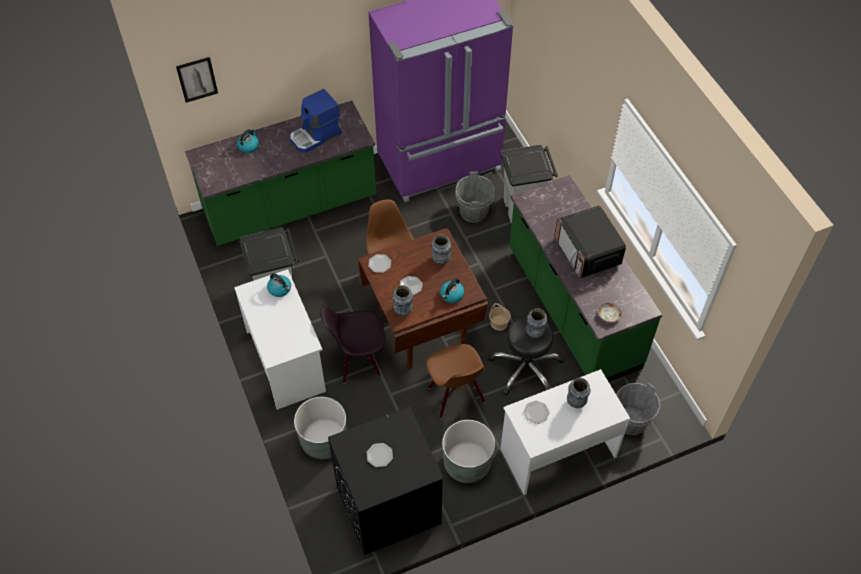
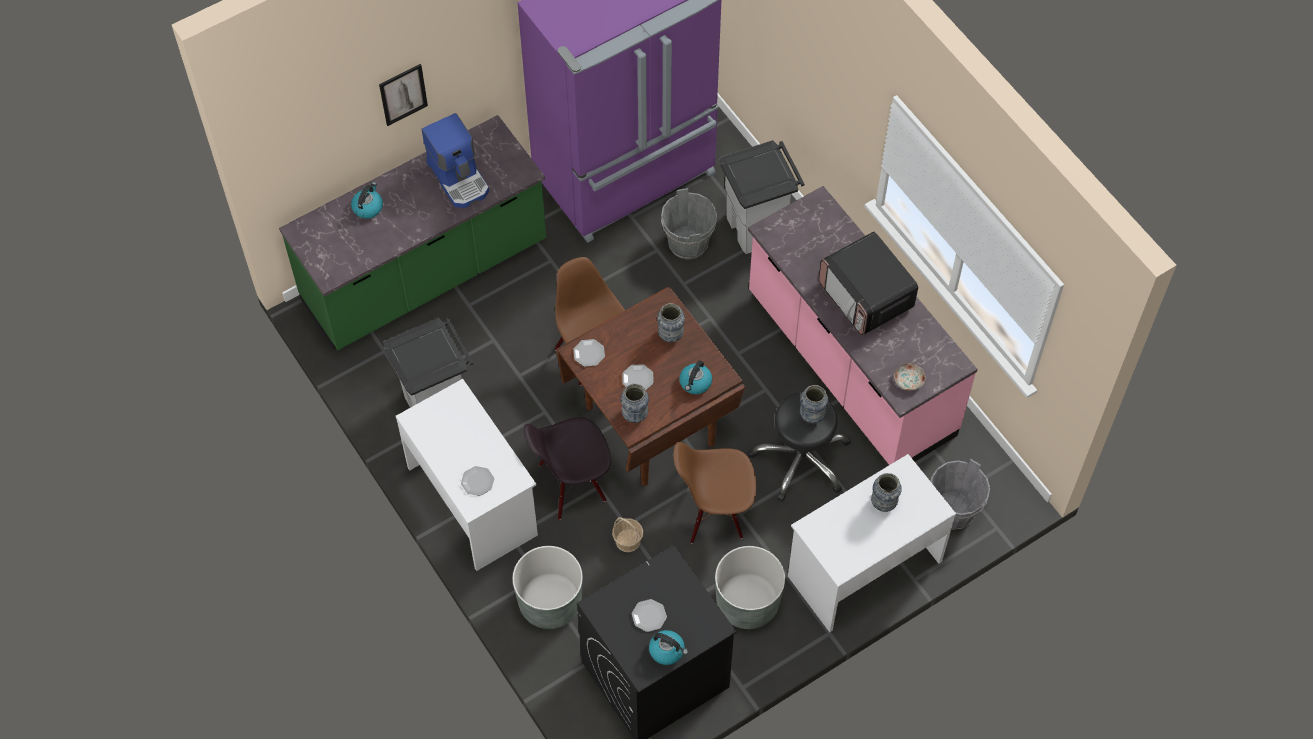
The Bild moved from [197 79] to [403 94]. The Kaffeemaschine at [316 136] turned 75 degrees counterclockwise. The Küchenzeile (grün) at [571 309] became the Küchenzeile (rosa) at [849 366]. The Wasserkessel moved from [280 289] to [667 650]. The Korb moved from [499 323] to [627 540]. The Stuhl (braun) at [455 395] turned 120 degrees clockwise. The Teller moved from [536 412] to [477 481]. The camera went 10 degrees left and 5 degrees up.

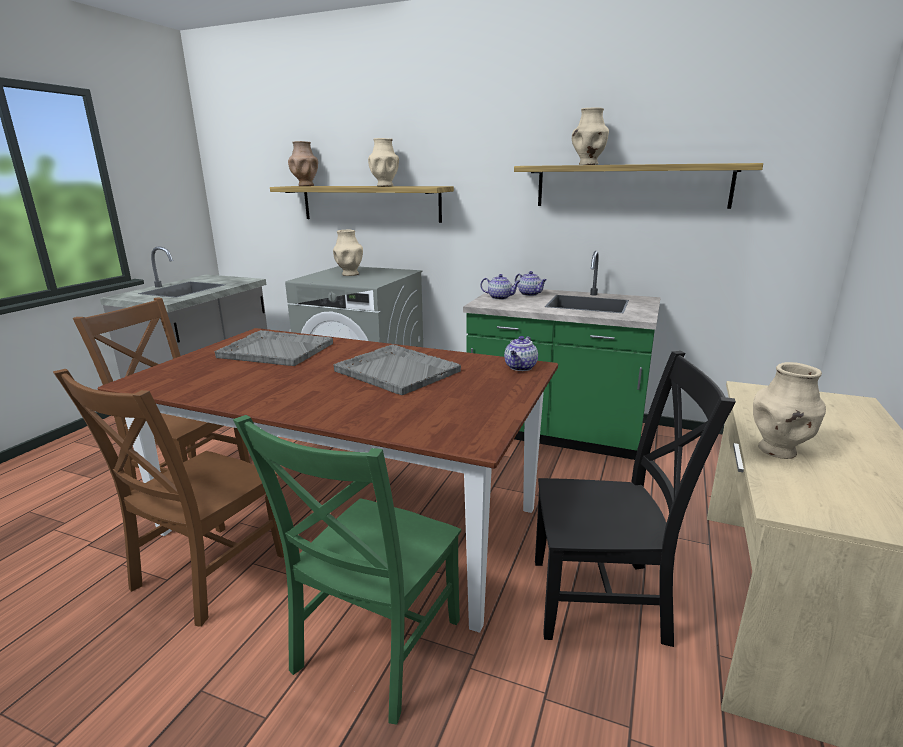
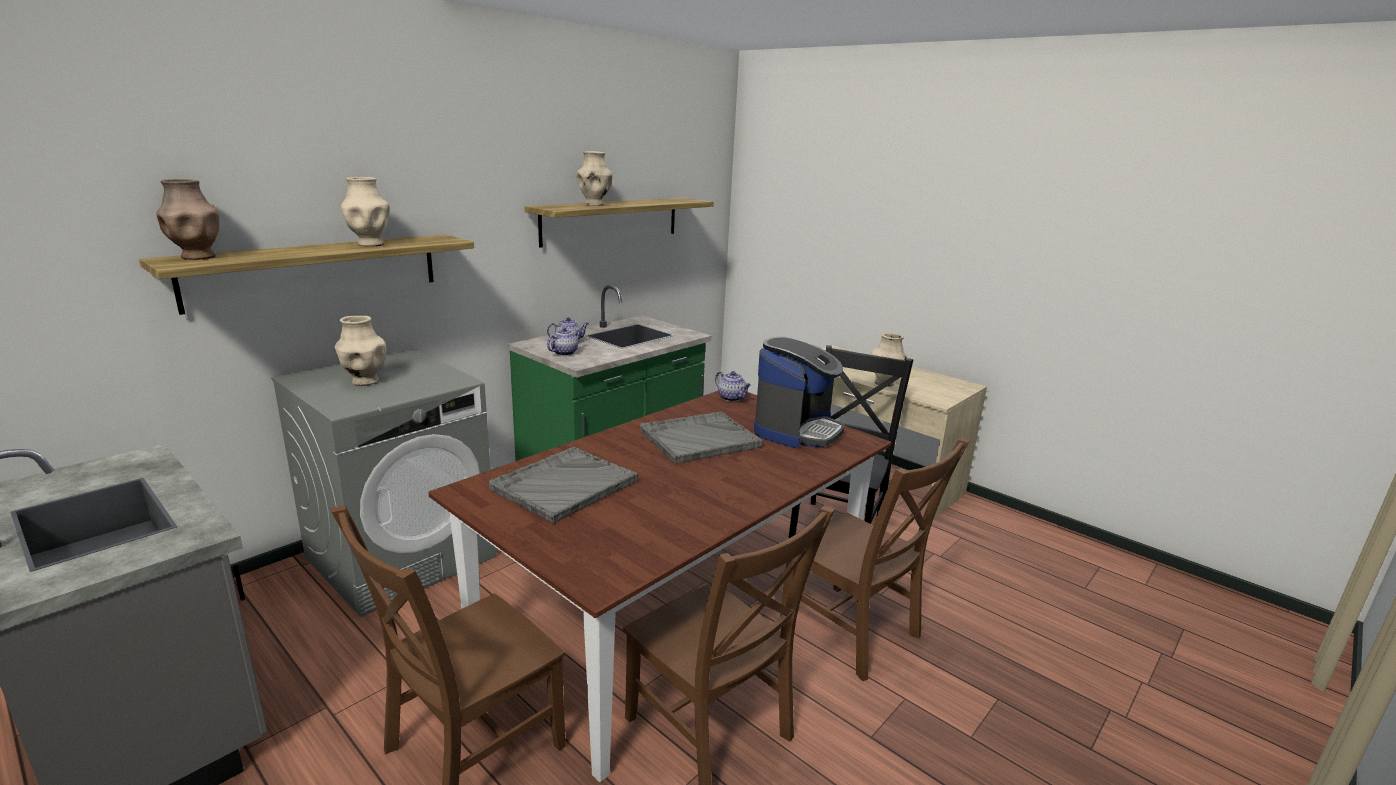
The Stuhl (grün) at [373 650] became the Stuhl (braun) at [853 633]. The Kaffeemaschine at [797 430] appeared. The camera went 70 degrees left and 0 degrees up.

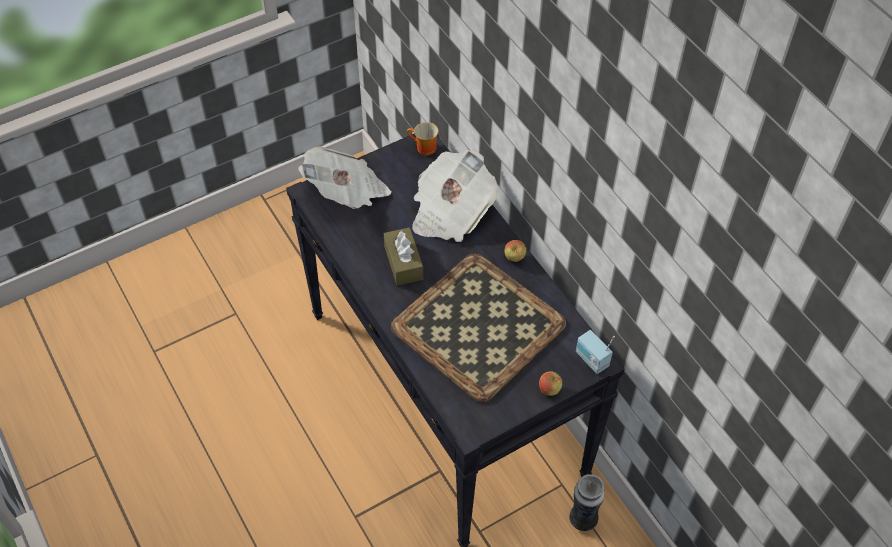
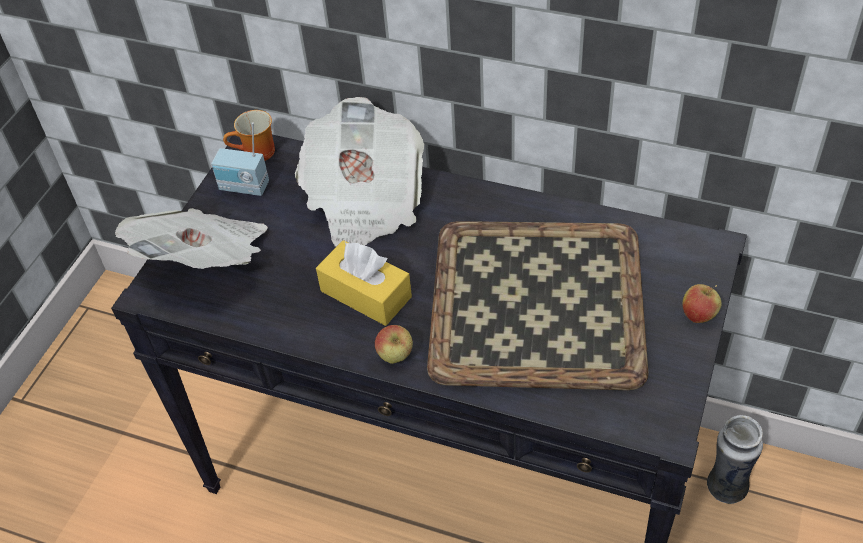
The Taschentuchbox (braun) at [403 263] became the Taschentuchbox (gelb) at [366 294]. The Apfel moved from [514 258] to [395 356]. The Radio moved from [591 360] to [244 188]. The camera went 35 degrees left and 5 degrees down.

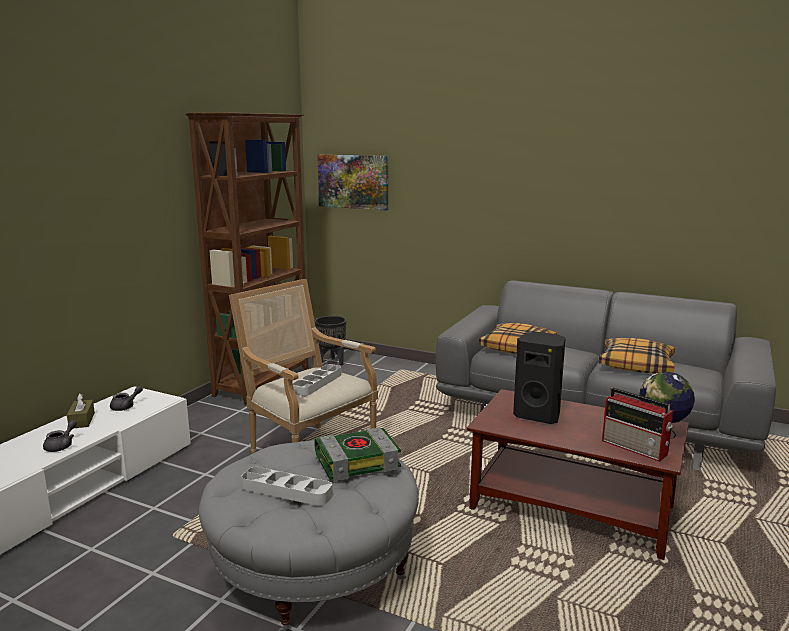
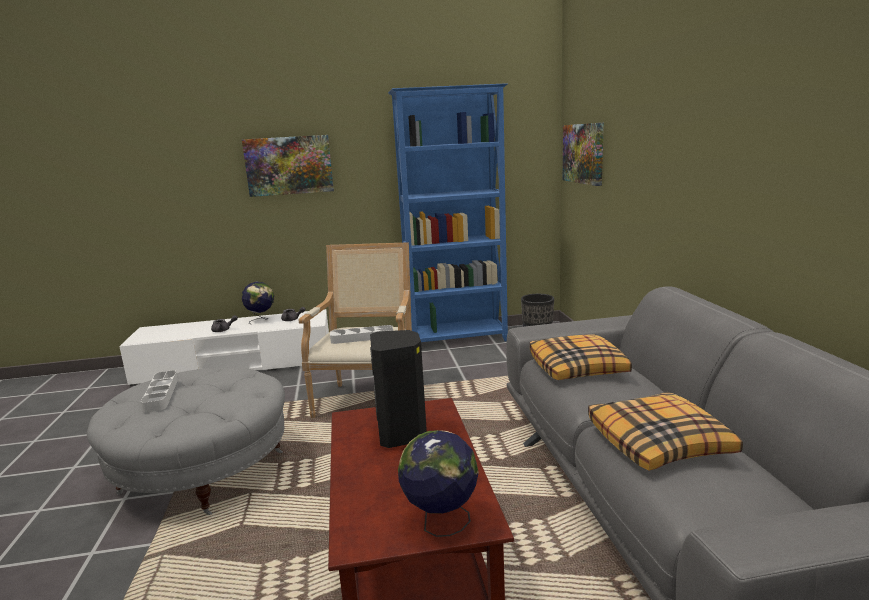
The Bücherregal (braun) at [264 382] became the Bücherregal (blau) at [458 339]. The Radio at [636 448] disappeared. The Taschentuchbox (braun) at [82 420] was replaced by the Globus at [261 320]. The Buch at [358 461] disappeared. The Bild at [289 165] appeared. The camera went 55 degrees right and 0 degrees up.

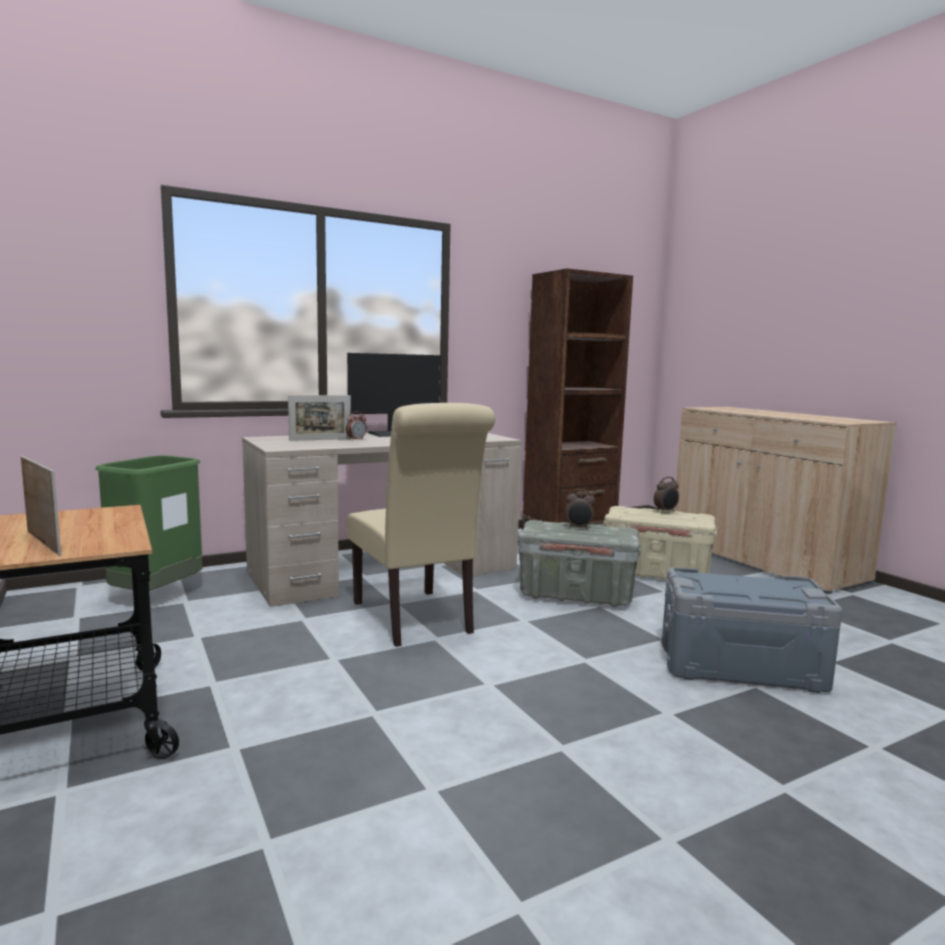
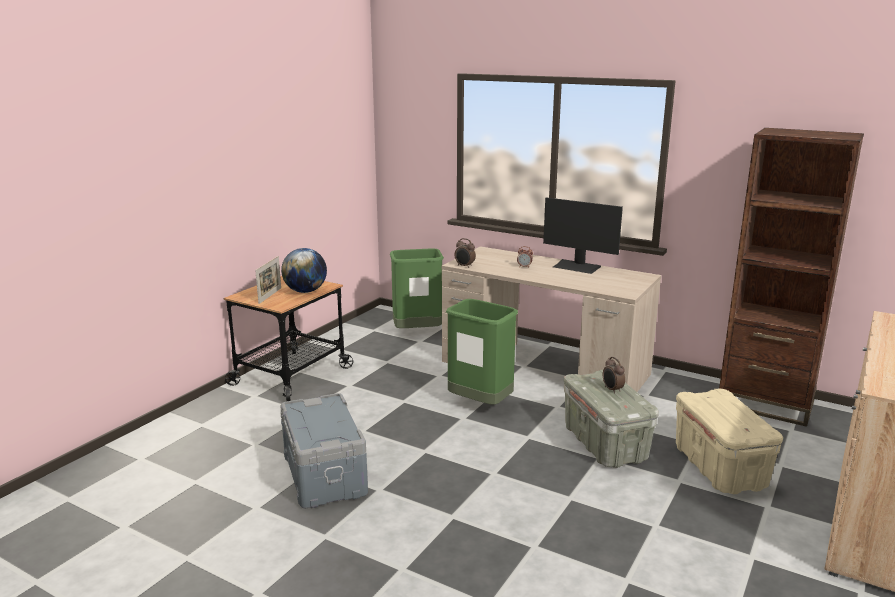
The Bilderrahmen at [320 439] disappeared. The Stuhl (beige) at [416 620] was replaced by the Mülleimer (grün) at [480 404]. The Wecker moved from [665 511] to [464 266]. The Aufbewahrungsbox (grau) moved from [739 665] to [325 474]. The Globus at [305 291] appeared. The camera went 60 degrees right and 10 degrees up.

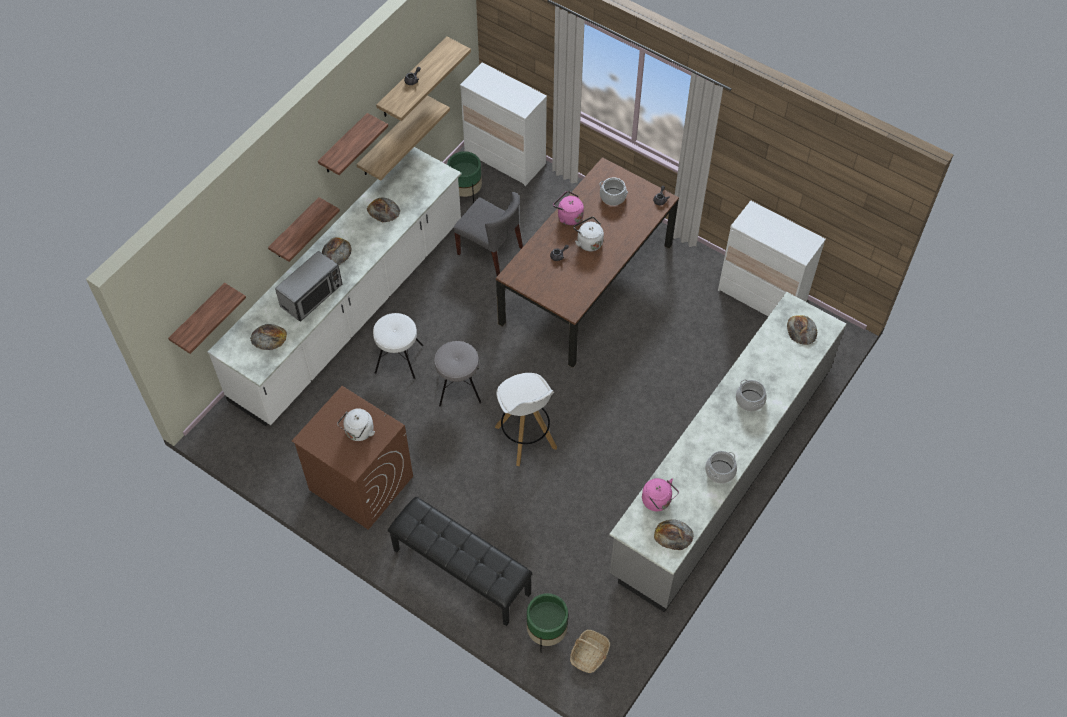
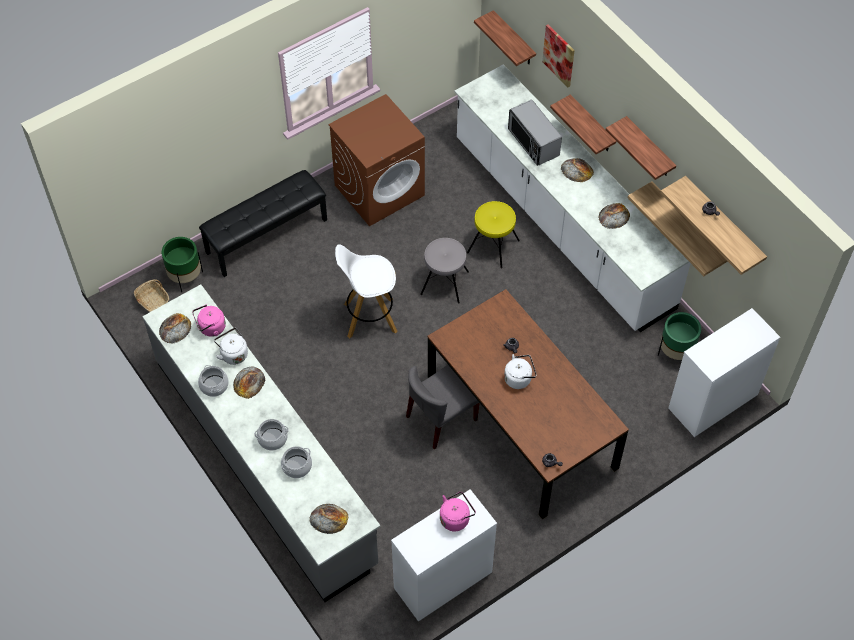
The Kochtopf moved from [612 197] to [297 466]. The Wasserkessel (rosa) moved from [568 216] to [456 518]. The Stuhl (grau) moved from [490 251] to [441 419]. The Hocker (weiß) at [398 359] became the Hocker (gelb) at [493 246]. The Brot moved from [268 337] to [249 382]. The Wasserkessel (weiß) moved from [358 432] to [233 353]. The Bild at [559 55] appeared. The camera went 110 degrees right and 0 degrees up.

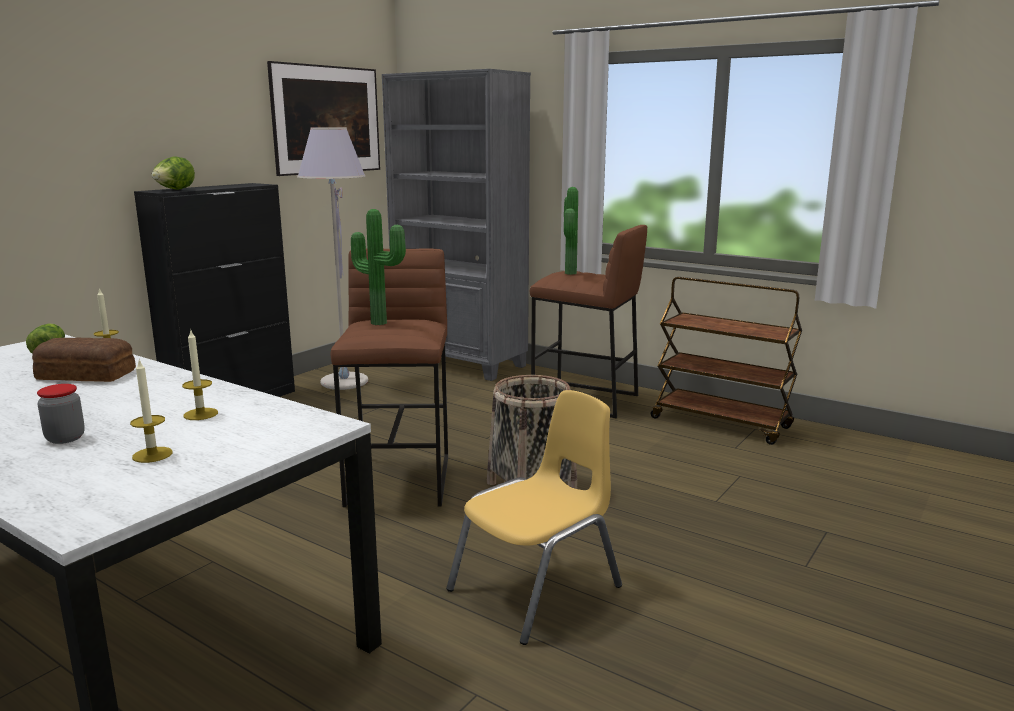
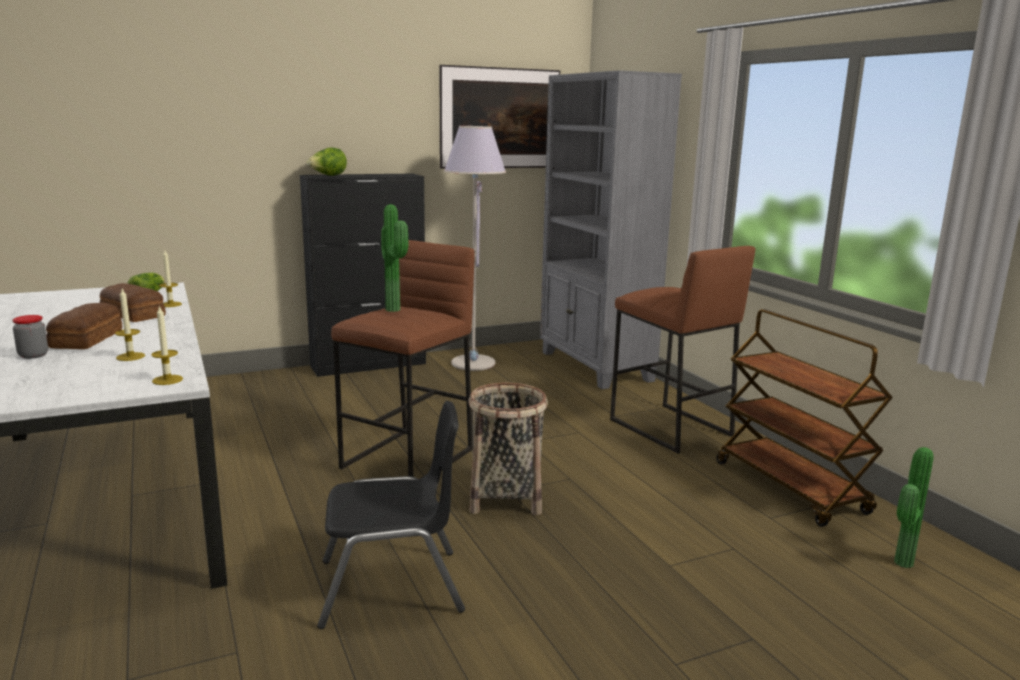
The Topfpflanze moved from [568 273] to [899 562]. The Kerze moved from [152 455] to [167 380]. The Stuhl (gelb) at [537 589] became the Stuhl (schwarz) at [391 587]. The Brot at [89 339] appeared. The camera went 30 degrees right and 0 degrees up.

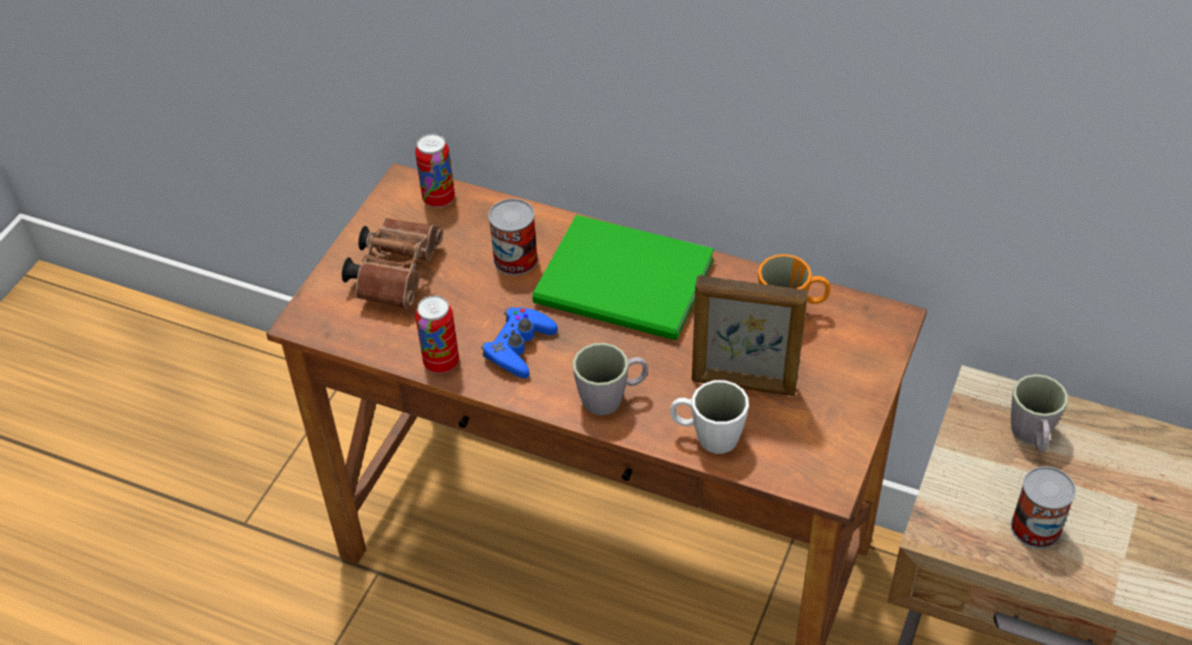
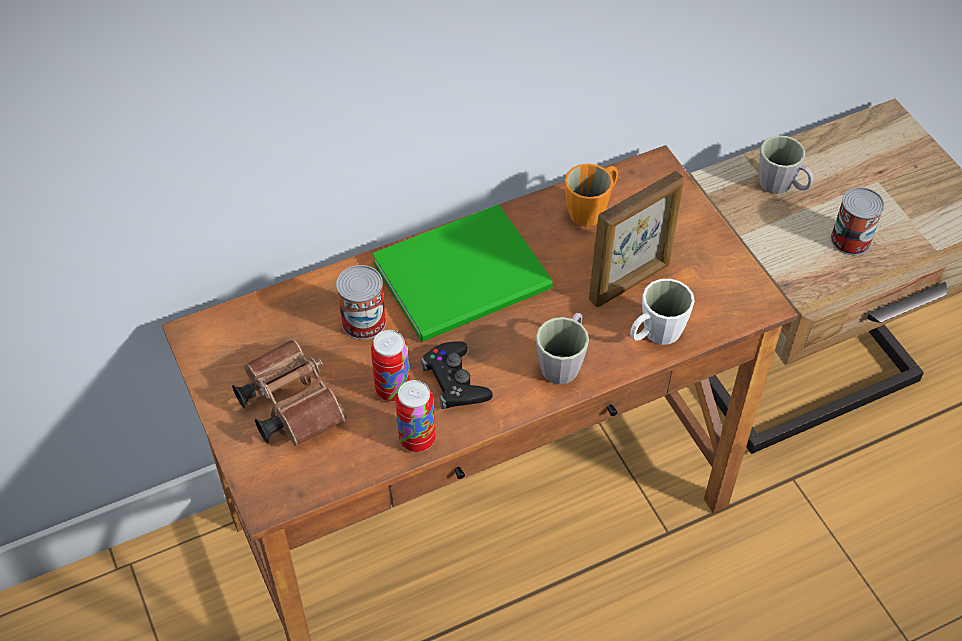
The Dose moved from [439 199] to [393 390]. The Gamepad (blau) at [519 347] became the Gamepad (schwarz) at [455 381]. The camera went 50 degrees left and 5 degrees up.

